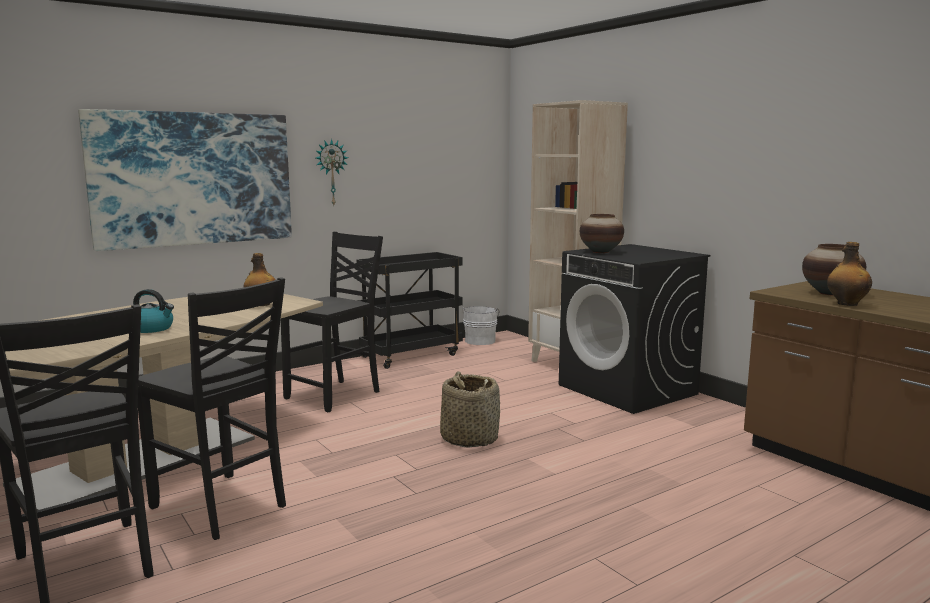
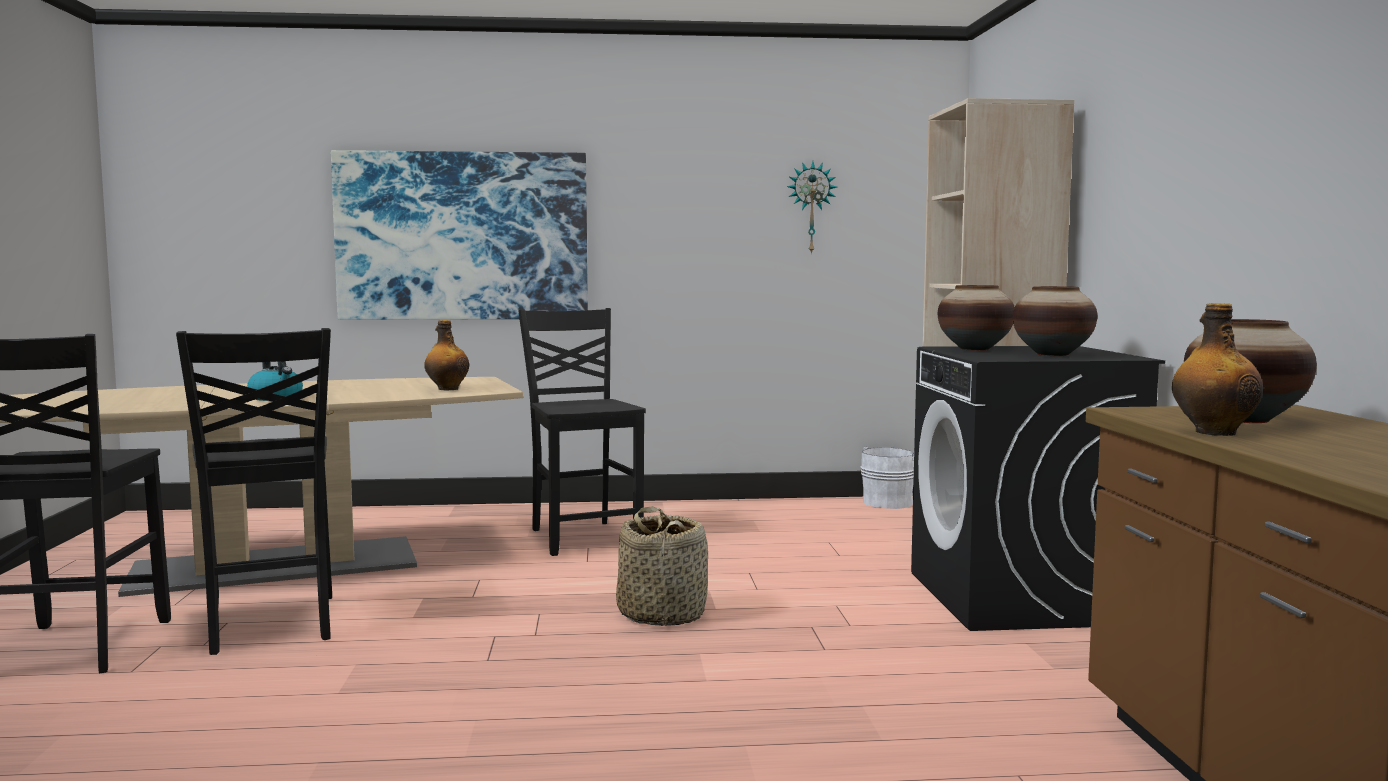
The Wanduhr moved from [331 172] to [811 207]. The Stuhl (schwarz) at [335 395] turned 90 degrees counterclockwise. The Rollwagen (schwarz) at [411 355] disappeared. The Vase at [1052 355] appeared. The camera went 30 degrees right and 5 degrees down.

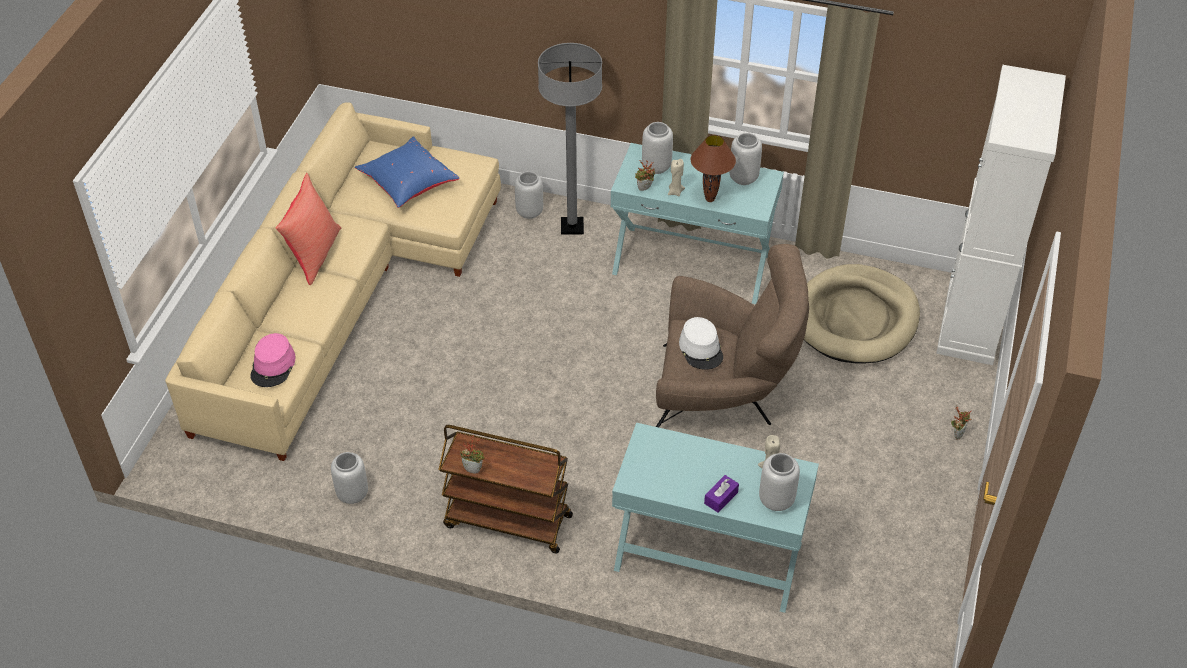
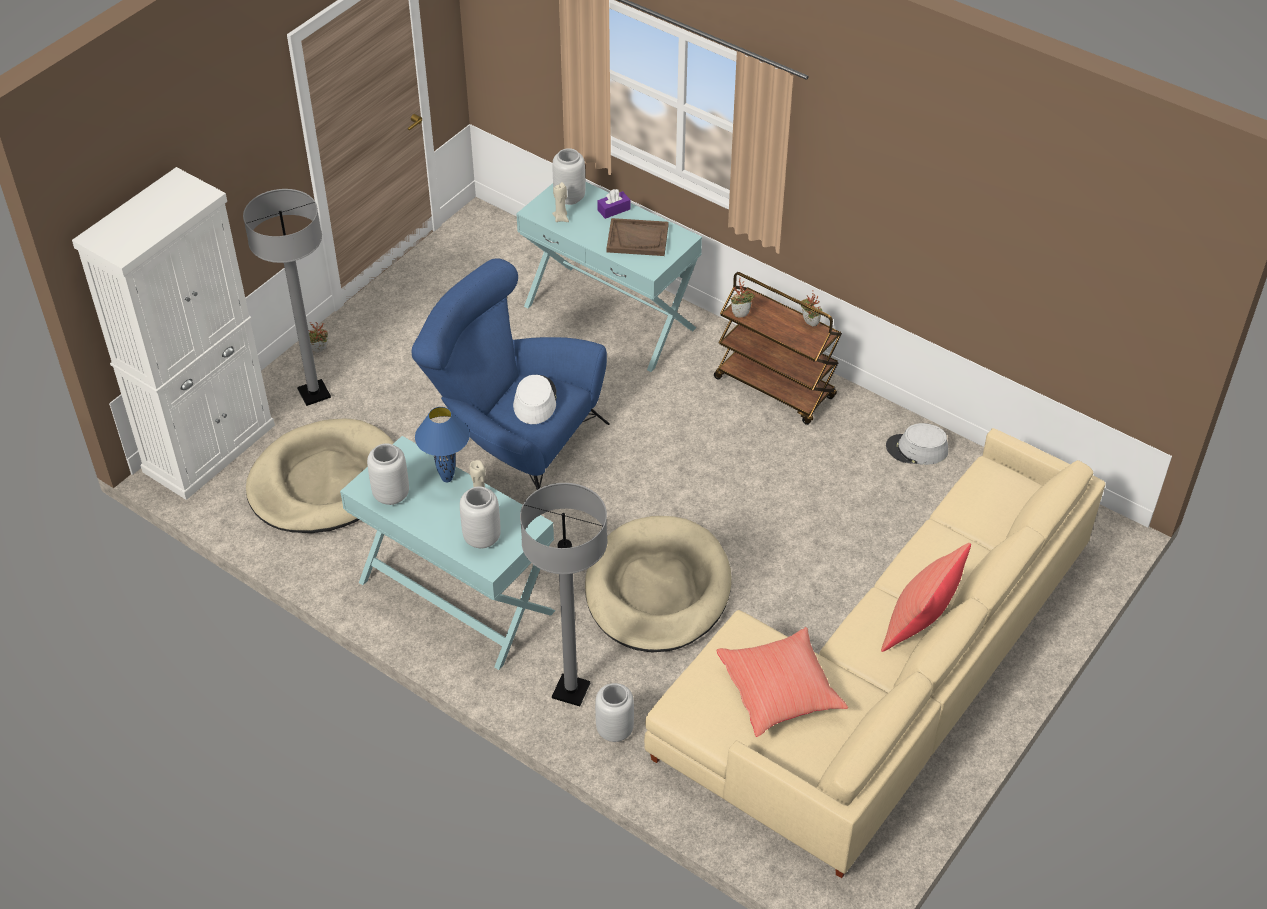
The Tischlampe (braun) at [710 199] became the Tischlampe (blau) at [447 479]. The Kissen (blau) at [408 184] became the Kissen (rot) at [780 692]. The Topfpflanze moved from [644 189] to [741 313]. The Sessel (braun) at [723 396] became the Sessel (blau) at [513 442]. The Hut (rosa) at [273 366] disappeared. The Vase (grau) at [352 494] was replaced by the Hut (grau) at [917 449]. The Stehlampe (grau) at [314 393] appeared. The Tablett (braun) at [637 239] appeared. The Hundebett (beige) at [657 589] appeared. The camera went 160 degrees left and 0 degrees up.

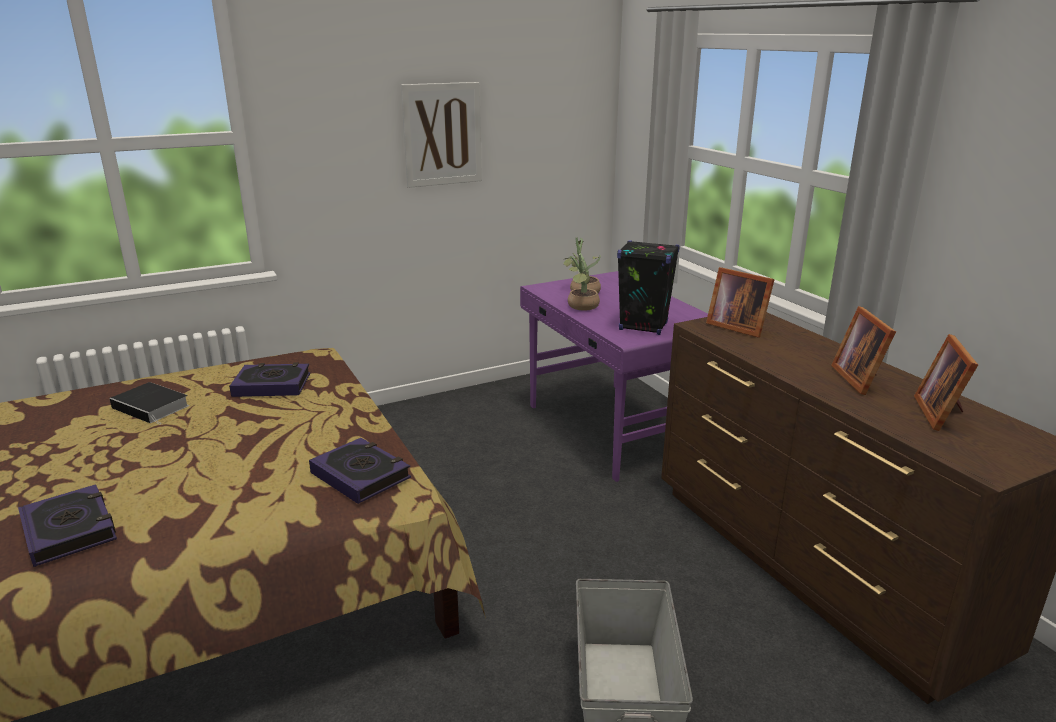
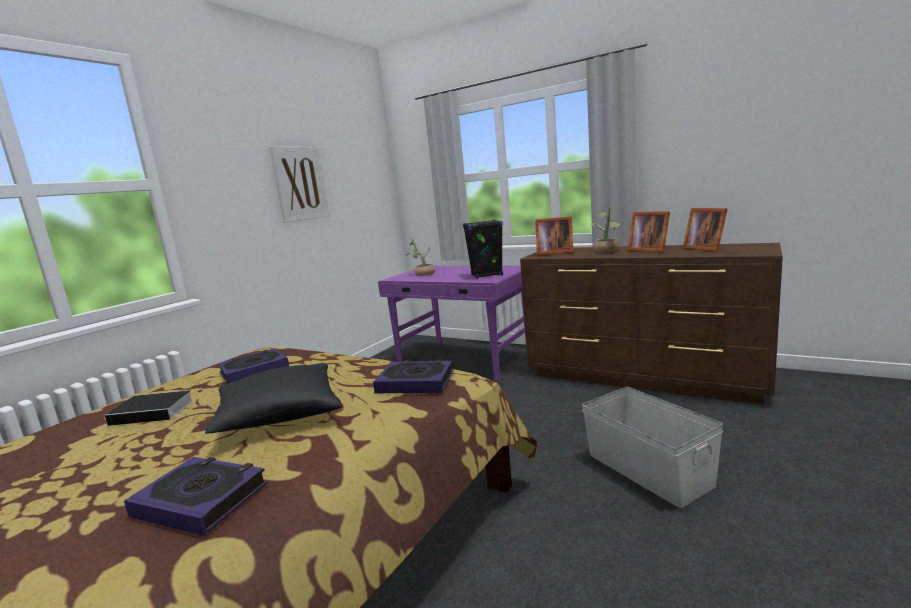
The Topfpflanze moved from [581 307] to [606 251]. The Kissen (schwarz) at [279 414] appeared. The camera went 30 degrees left and 10 degrees down.

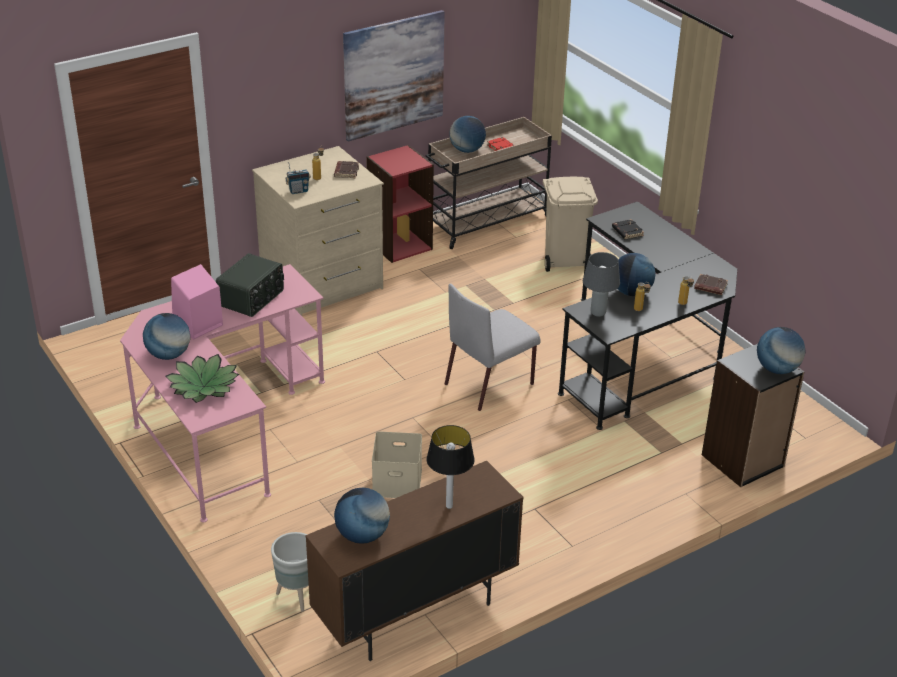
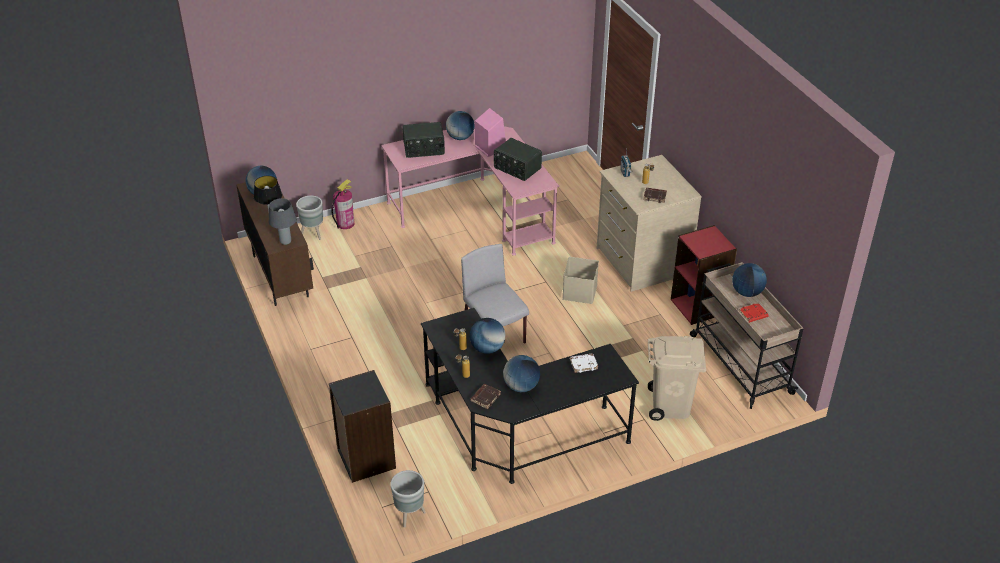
The Bild at [393 75] disappeared. The Buch (schwarz) at [627 232] became the Buch (weiß) at [584 364]. The Tischlampe (grau) moved from [598 313] to [286 242]. The Globus moved from [777 369] to [521 386]. The Topfpflanze at [203 386] was replaced by the Radio at [424 149]. The Aufbewahrungsbox (beige) moved from [398 482] to [580 292]. The Feuerlöscher at [345 223] appeared. The Pflanzkübel (grau) at [409 515] appeared. The camera went 100 degrees right and 5 degrees up.

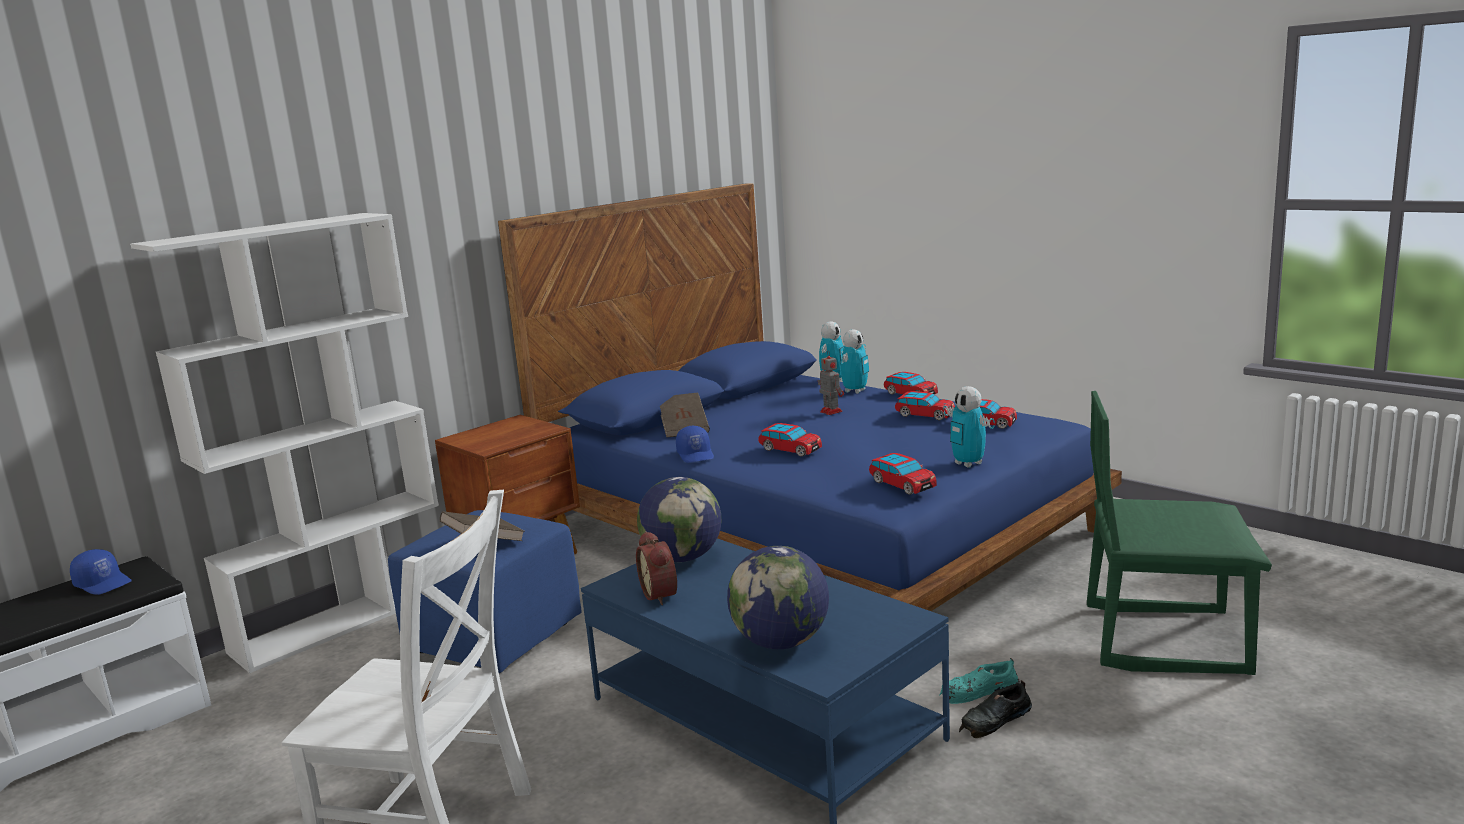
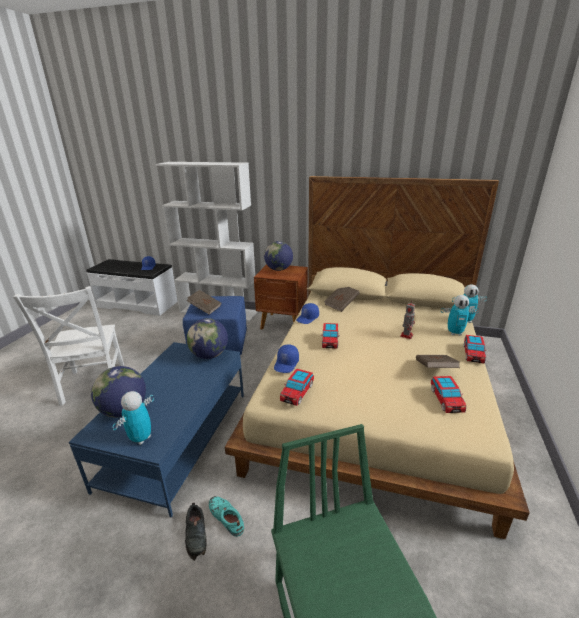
The Bett (blau) at [816 530] became the Bett (beige) at [375 390]. The Spielzeugroboter moved from [968 464] to [141 438]. The Spielzeugauto at [925 415] was replaced by the Buch (braun) at [435 369]. The Wecker at [662 594] disappeared. The Schuh (schwarz) at [995 720] turned 135 degrees counterclockwise. The Globus at [279 269] appeared. The Kappe (blau) at [286 364] appeared. The camera went 60 degrees right and 10 degrees up.

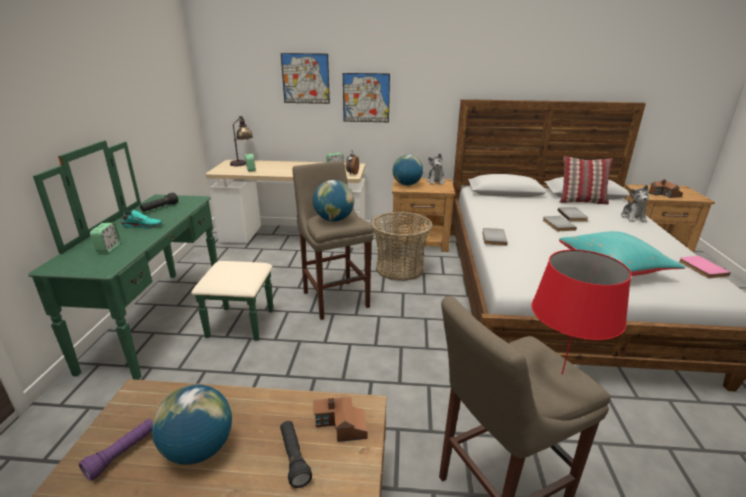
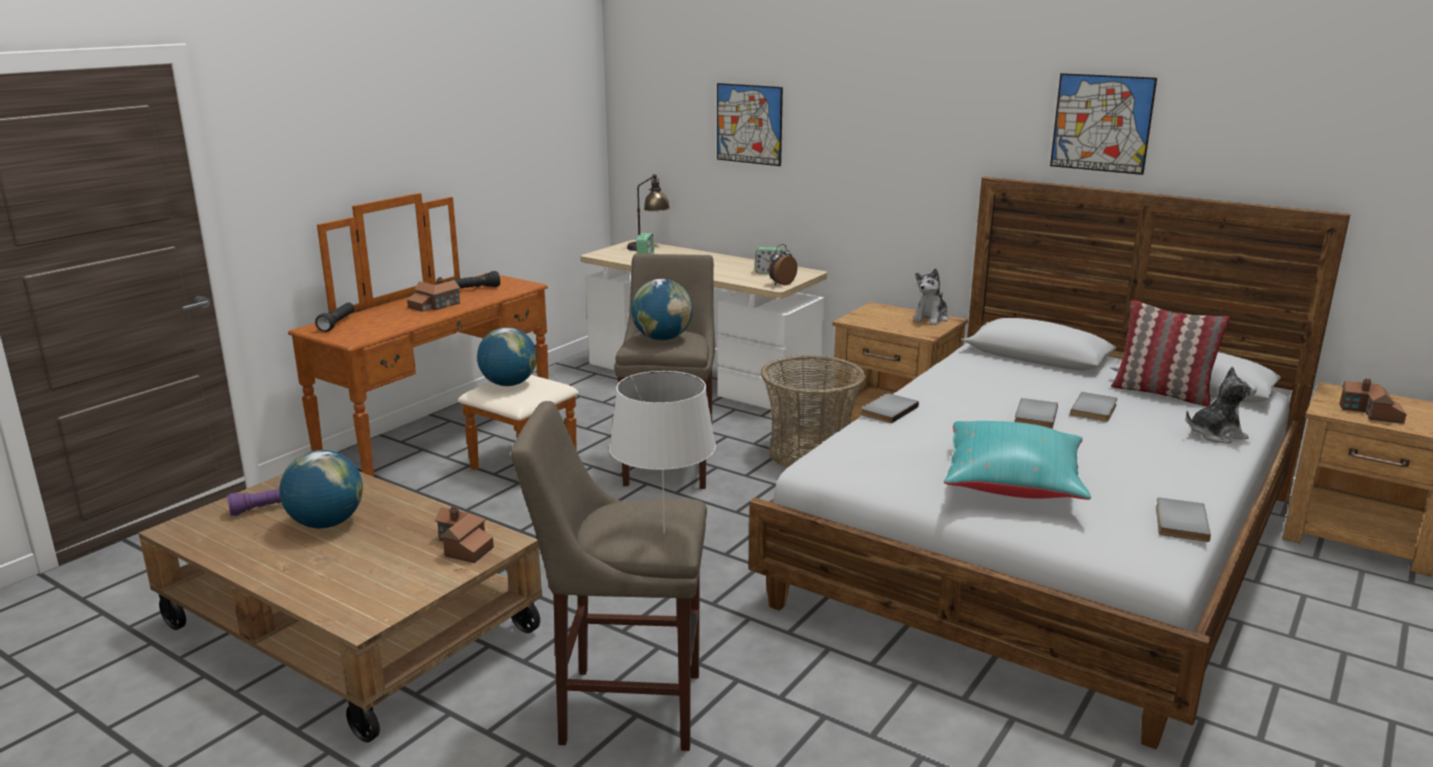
The Bild moved from [366 98] to [1101 123]. The Kommode (grün) at [177 319] became the Kommode (braun) at [459 442]. The Globus moved from [407 184] to [509 384]. The Plüschtier at [633 217] turned 135 degrees counterclockwise. The Schuh (türkis) at [143 226] was replaced by the Spielzeughaus at [434 305]. The Wecker at [108 248] disappeared. The Tischlampe (rot) at [562 374] became the Tischlampe (weiß) at [664 532]. The Buch (rosa) at [701 268] became the Buch (grau) at [1178 522]. The Taschenlampe (schwarz) moved from [294 458] to [337 324]. The camera went 30 degrees right and 5 degrees down.

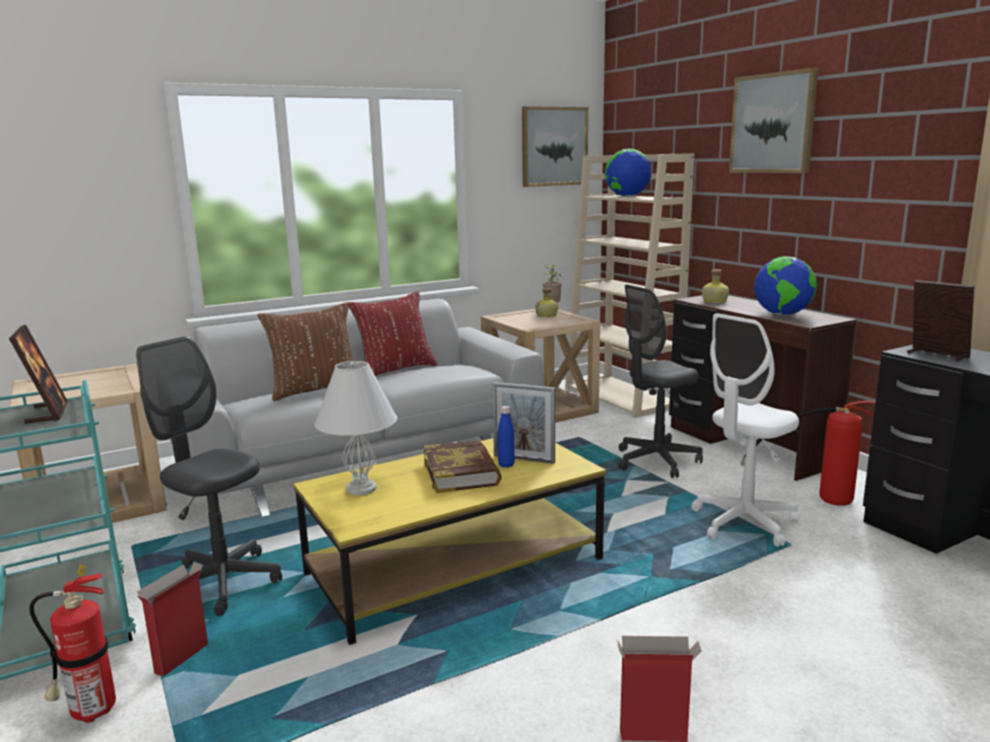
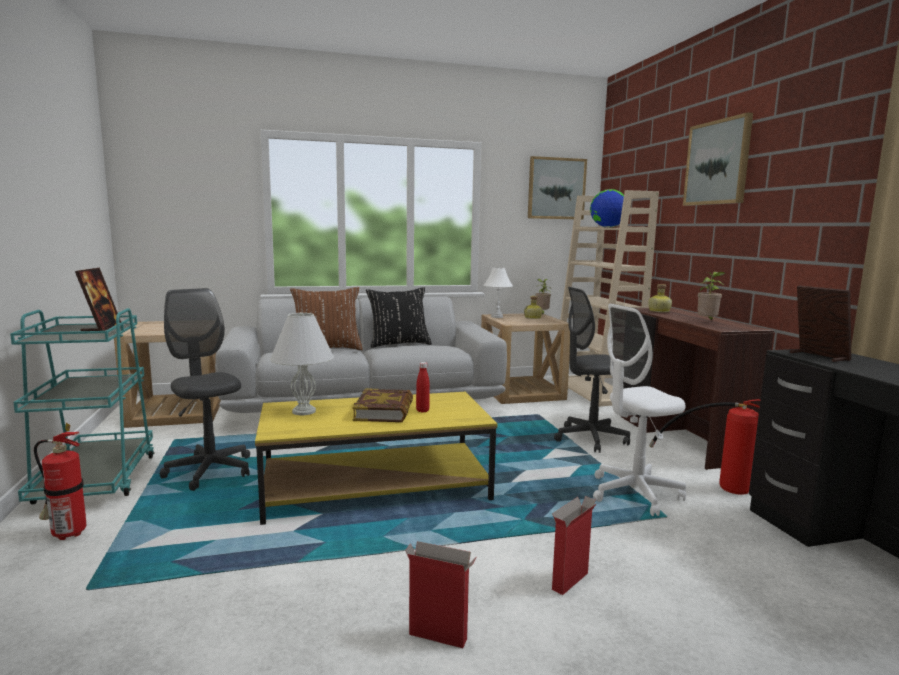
The Globus at [782 315] was replaced by the Topfpflanze at [707 322]. The Kissen (rot) at [395 370] became the Kissen (schwarz) at [398 344]. The Bilderrahmen at [524 459] disappeared. The Flasche (blau) at [506 465] became the Flasche (rot) at [422 410]. The Karton moved from [183 658] to [570 580]. The Tischlampe (weiß) at [497 317] appeared. The camera went 15 degrees right and 5 degrees down.

